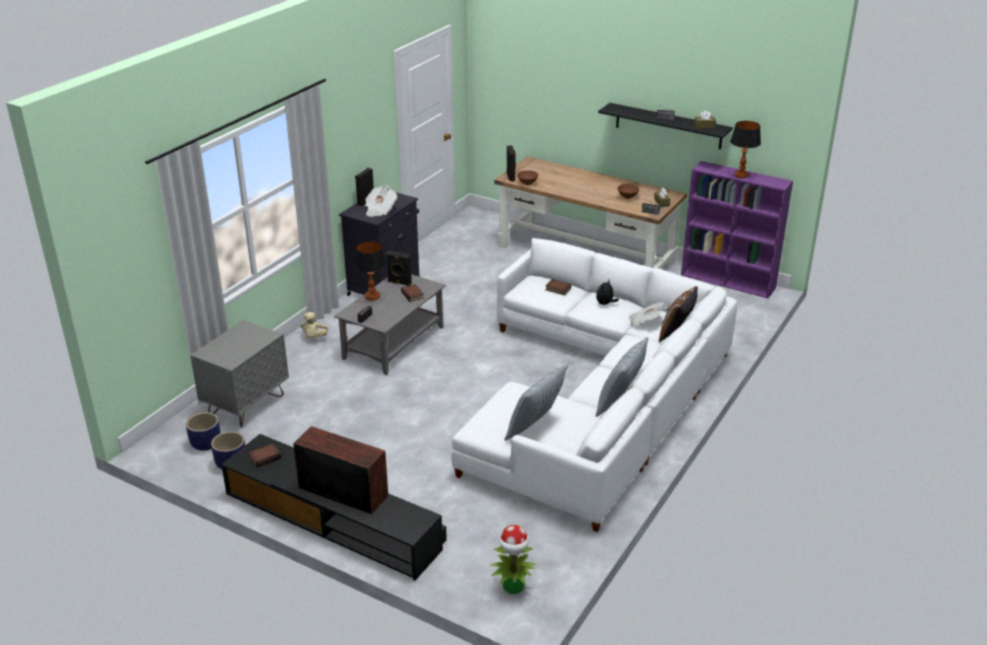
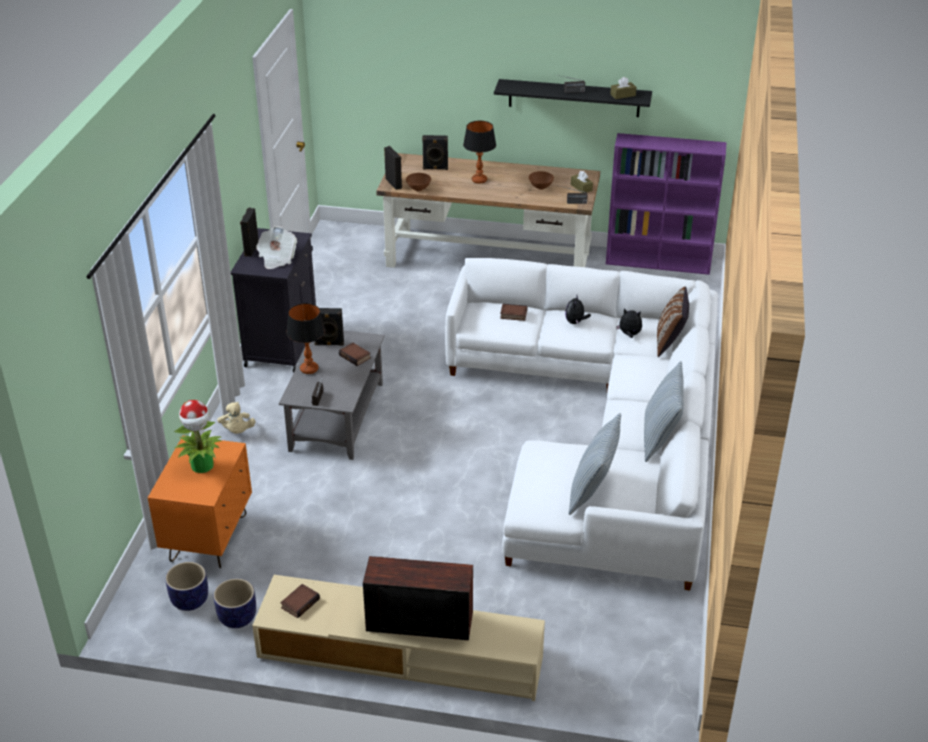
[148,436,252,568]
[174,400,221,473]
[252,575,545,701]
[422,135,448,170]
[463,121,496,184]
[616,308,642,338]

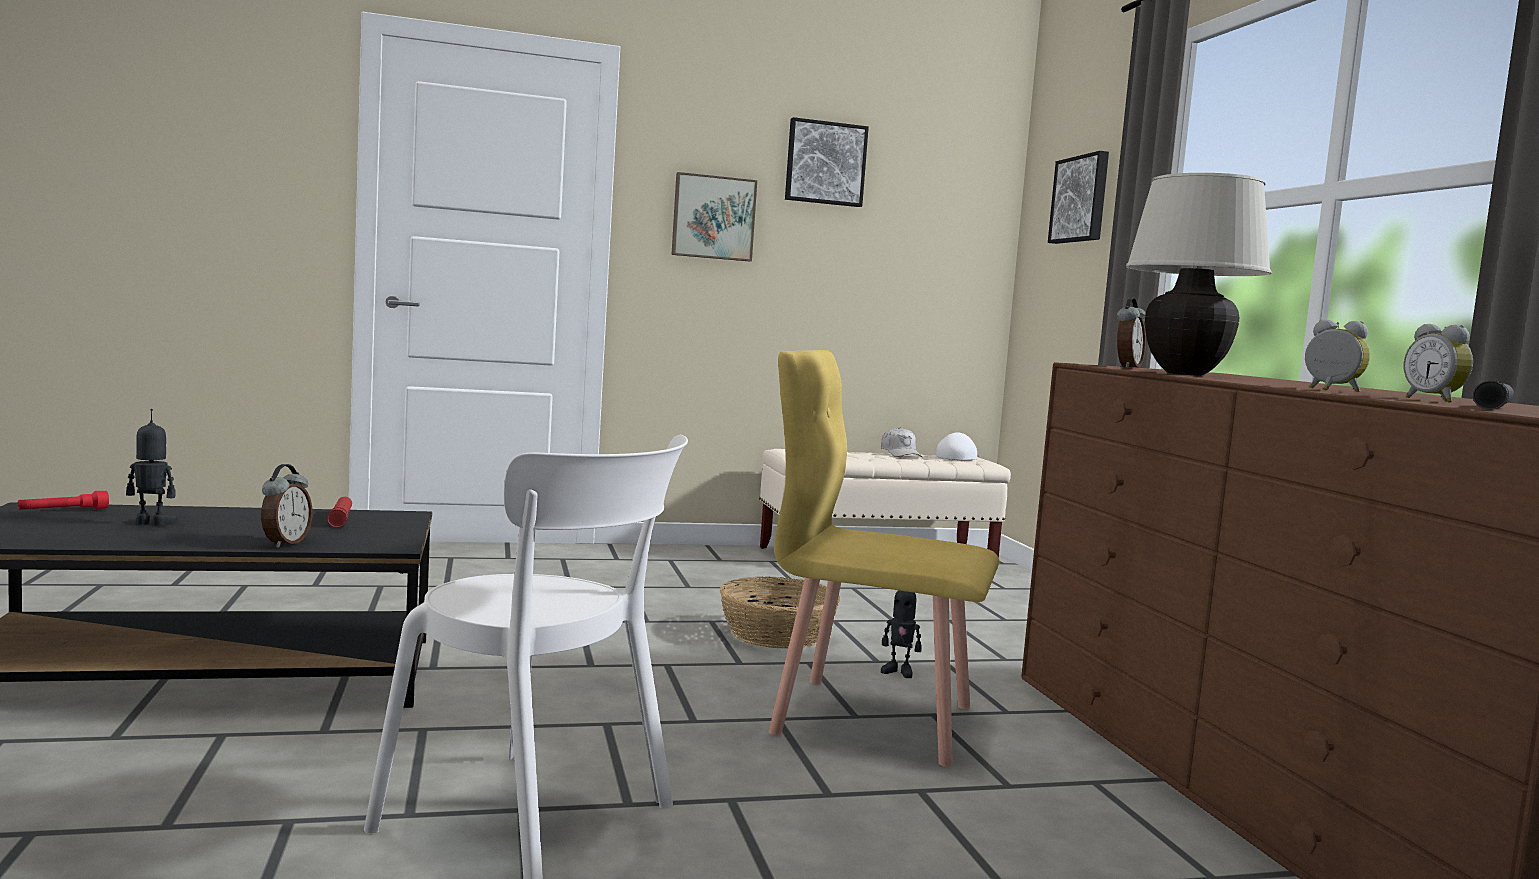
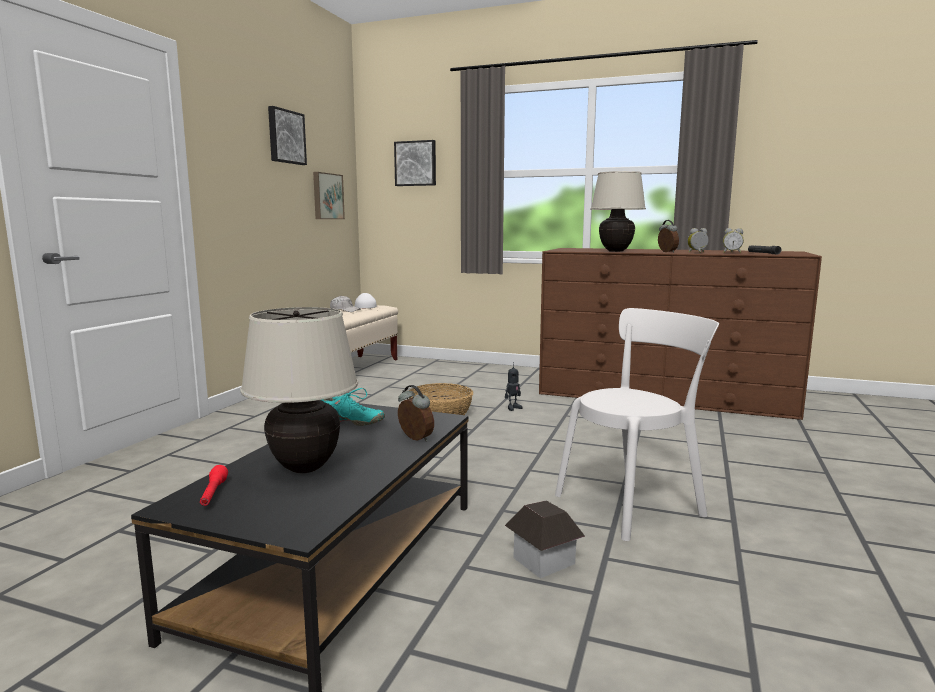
[240,307,358,473]
[313,172,345,219]
[321,388,385,426]
[505,501,585,578]
[658,220,679,253]
[769,350,999,767] (first image)

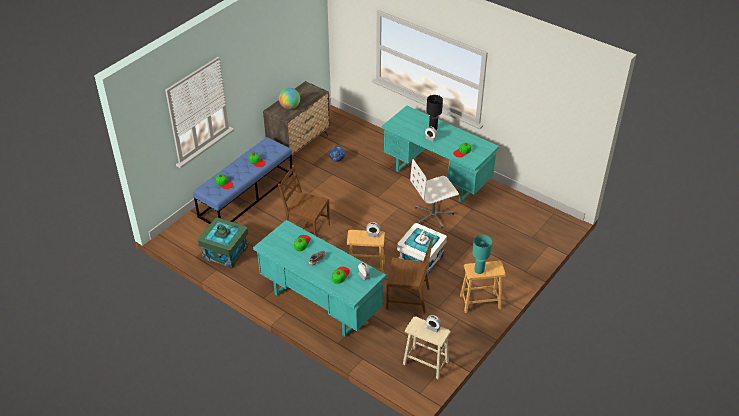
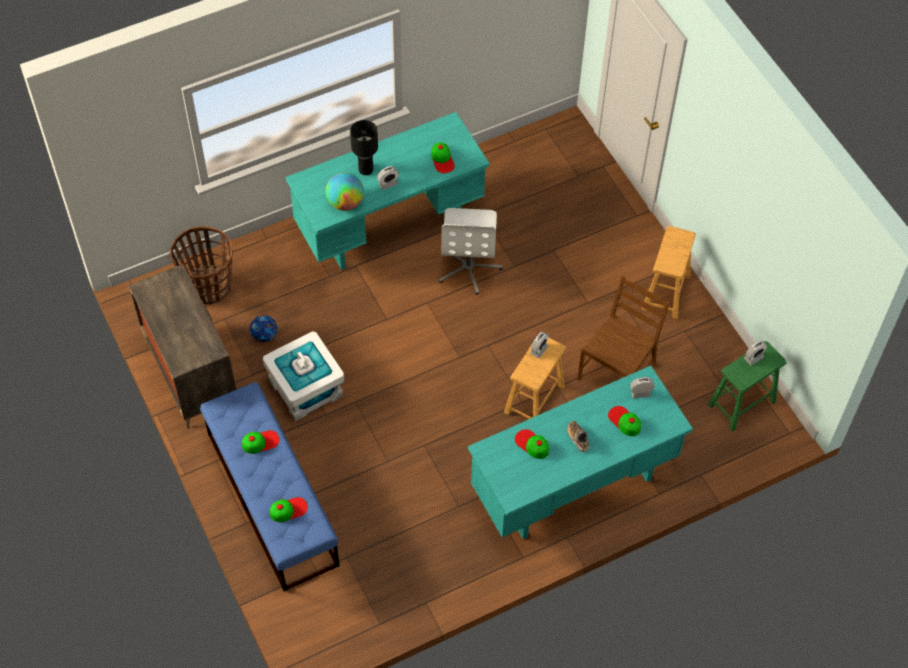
[170,226,233,305]
[263,331,344,421]
[326,172,364,211]
[708,341,787,431]
[198,217,248,268] (first image)
[278,165,330,236] (first image)
[472,235,492,274] (first image)

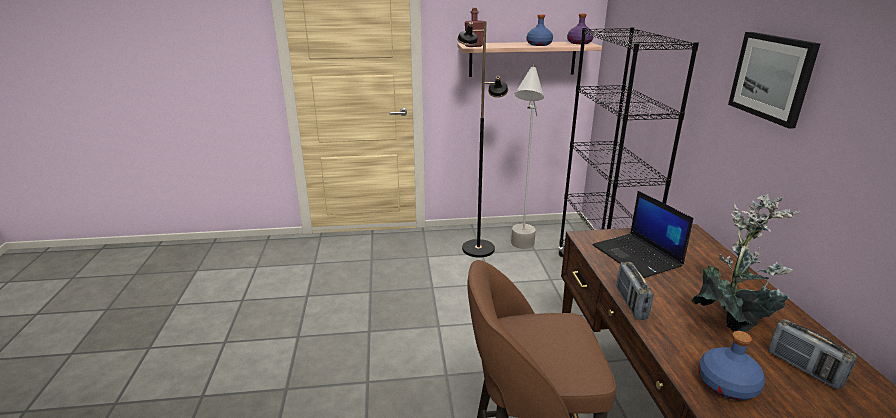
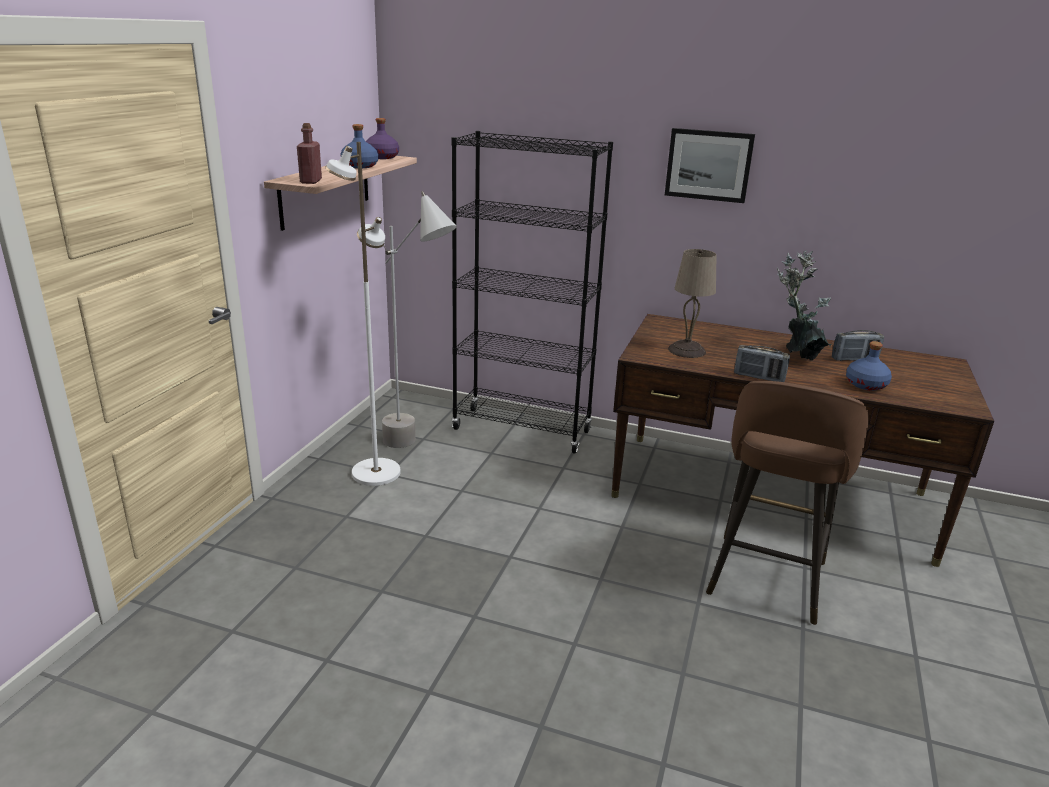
[325,142,401,486]
[668,249,716,358]

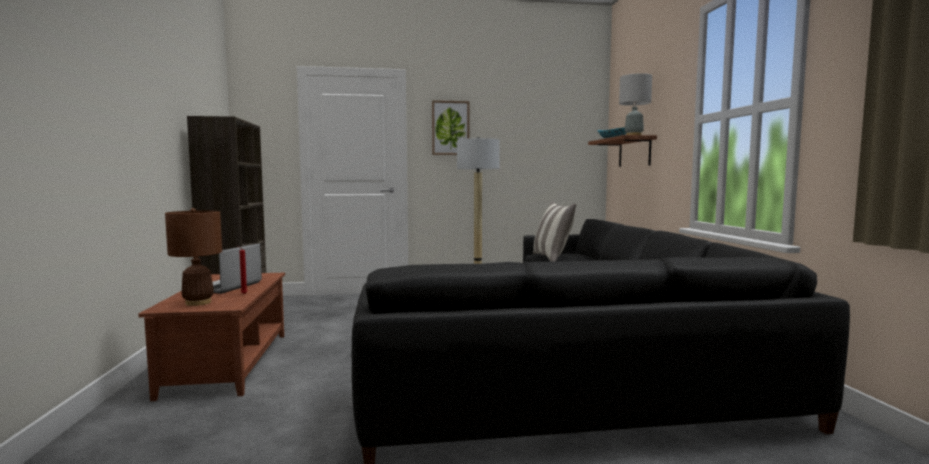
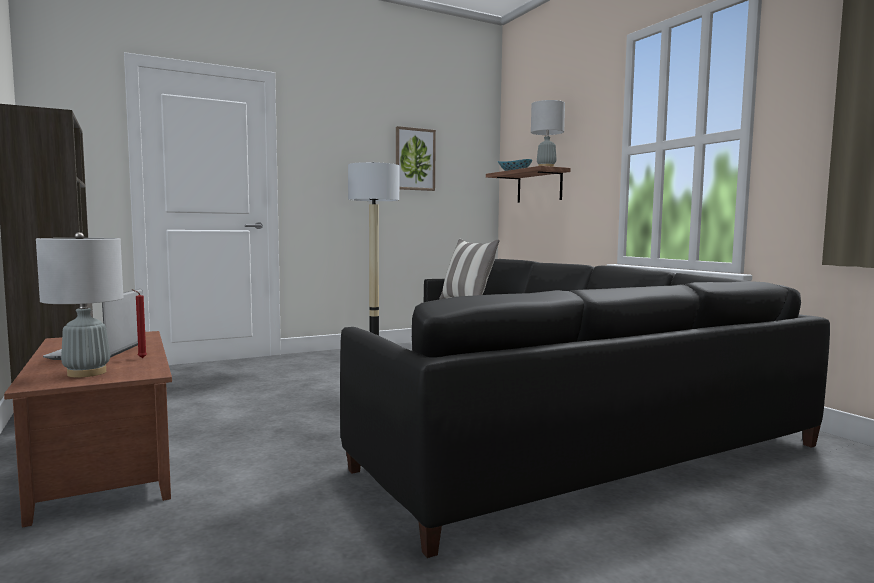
[36,232,123,377]
[396,126,436,191]

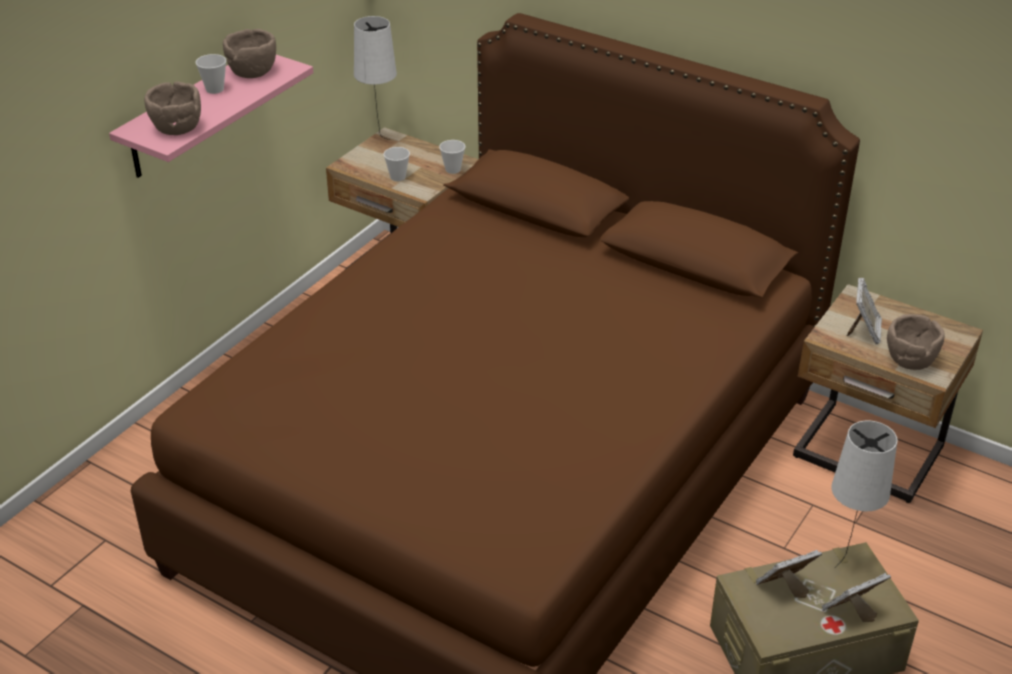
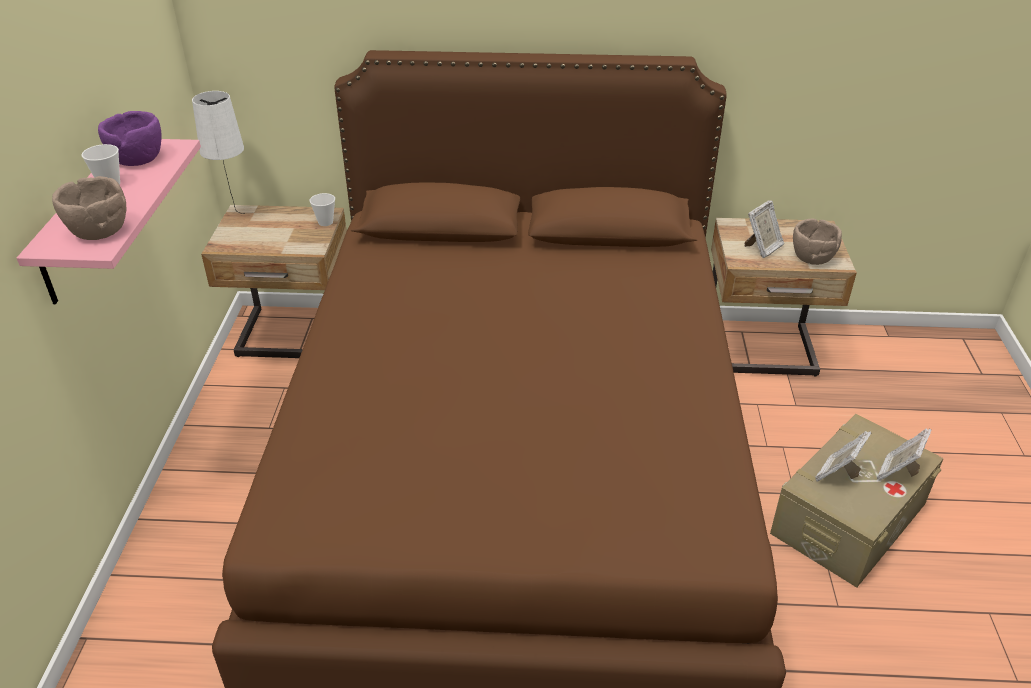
[98,111,162,166]
[745,200,784,258]
[383,147,410,181] (first image)
[832,421,897,568] (first image)

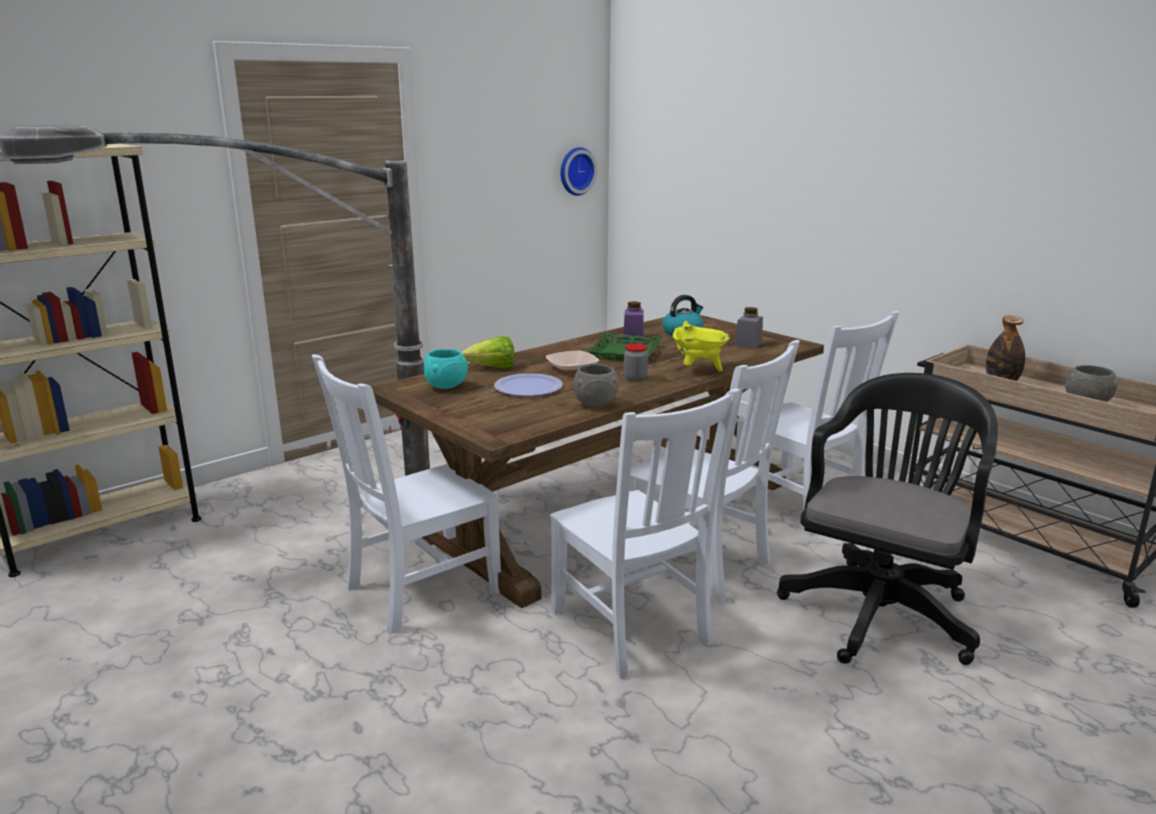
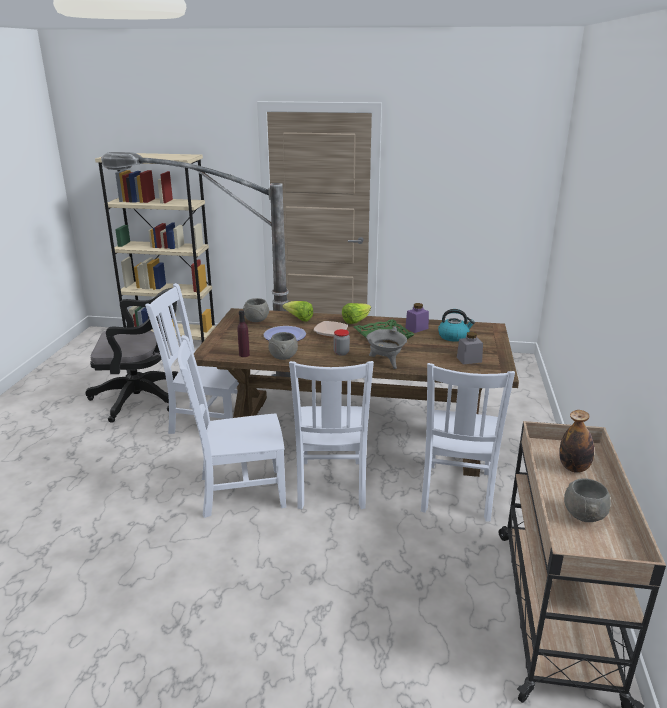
[86,288,178,423]
[178,335,286,518]
[237,310,250,357]
[243,298,269,322]
[342,303,371,324]
[366,326,407,369]
[560,147,597,196] (first image)

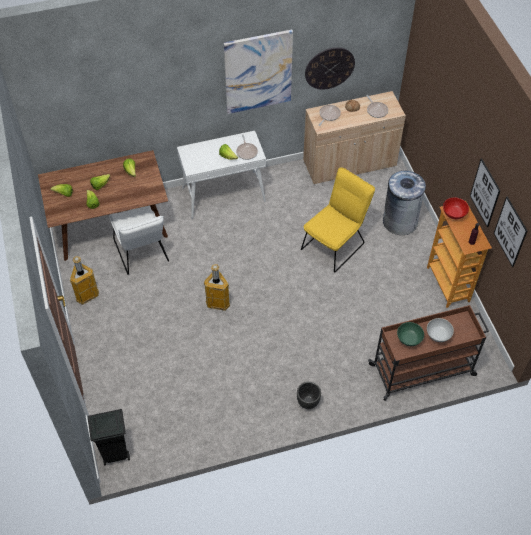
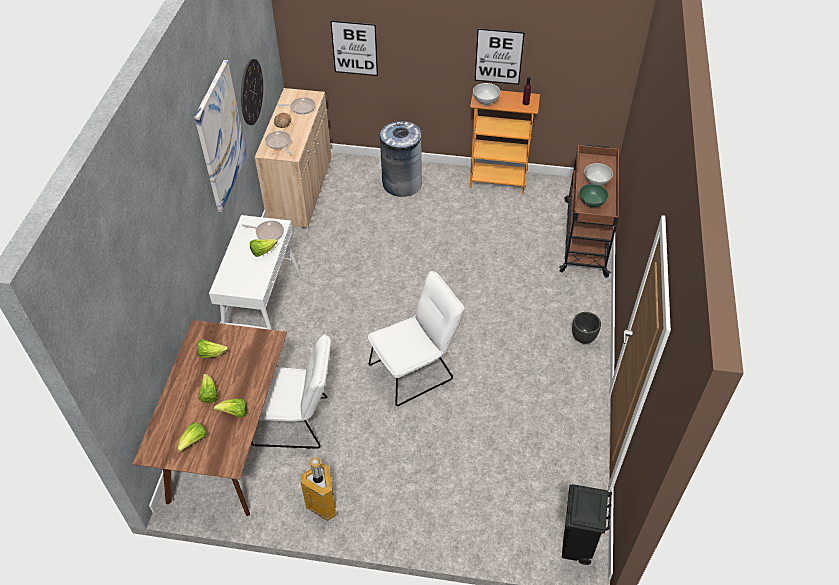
[330,20,378,76]
[368,271,465,406]
[473,83,500,105]
[301,167,375,273] (first image)

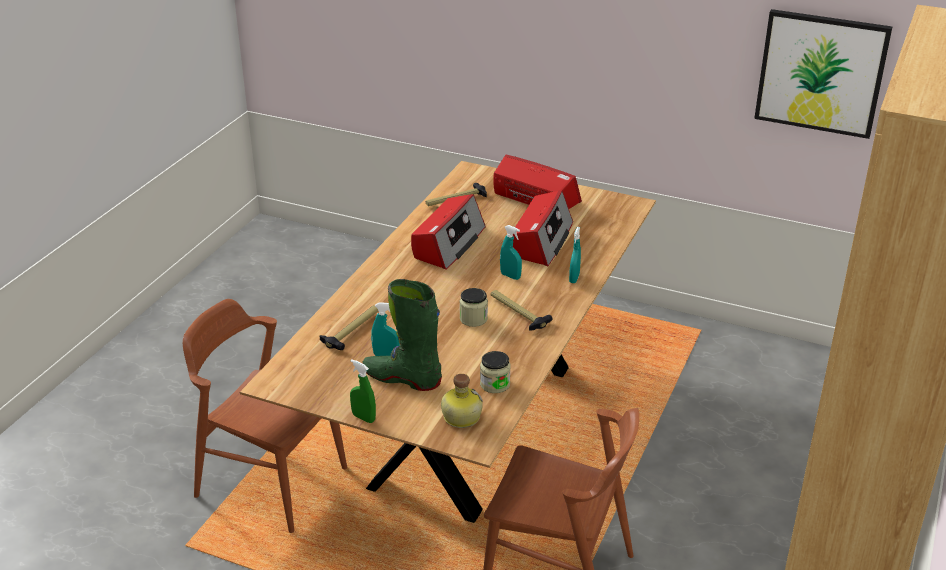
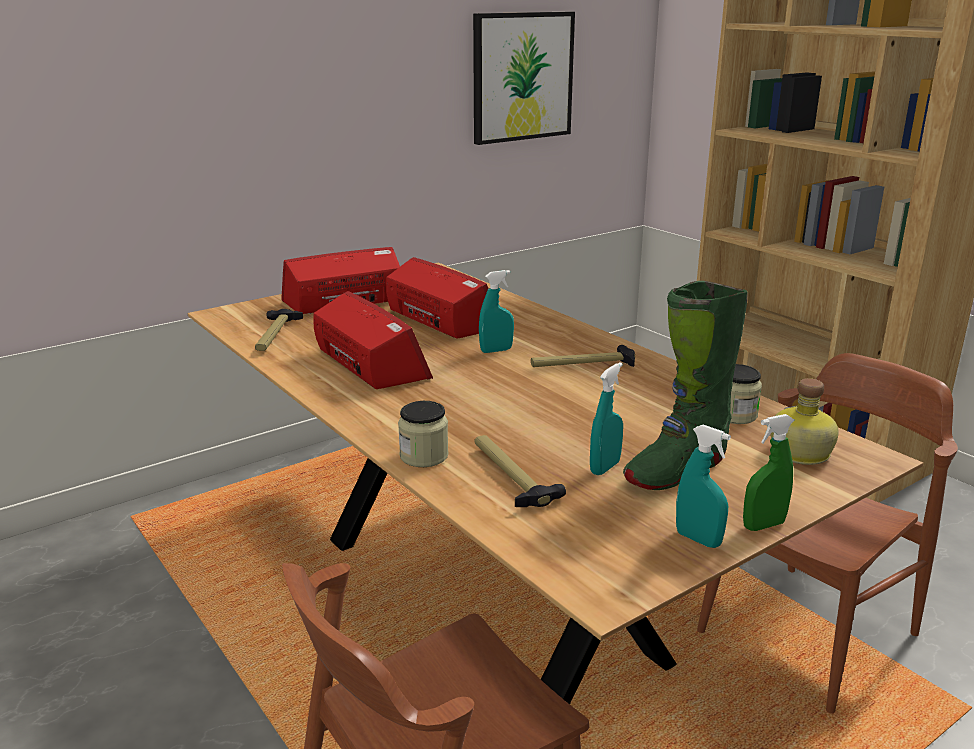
[398,401,449,467]
[676,424,731,548]

